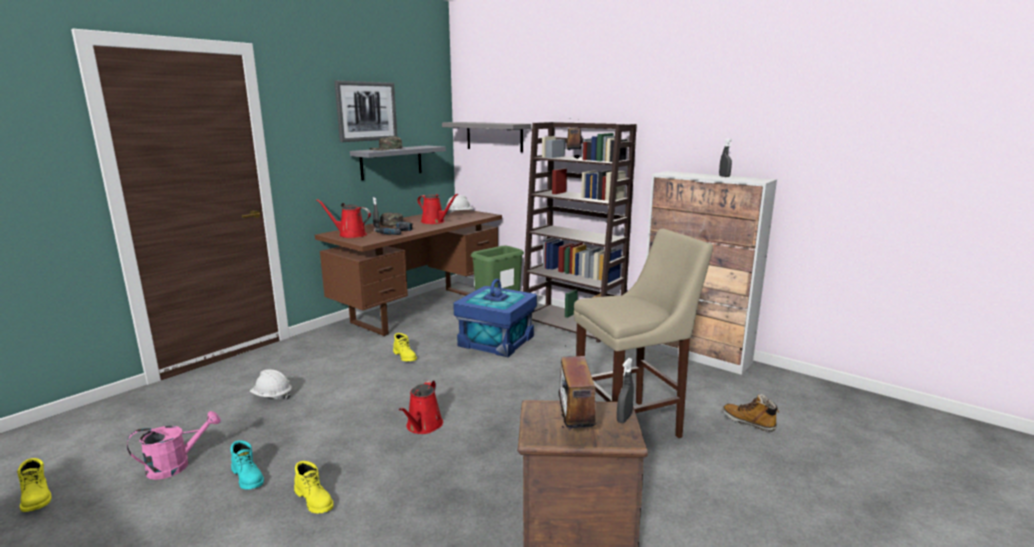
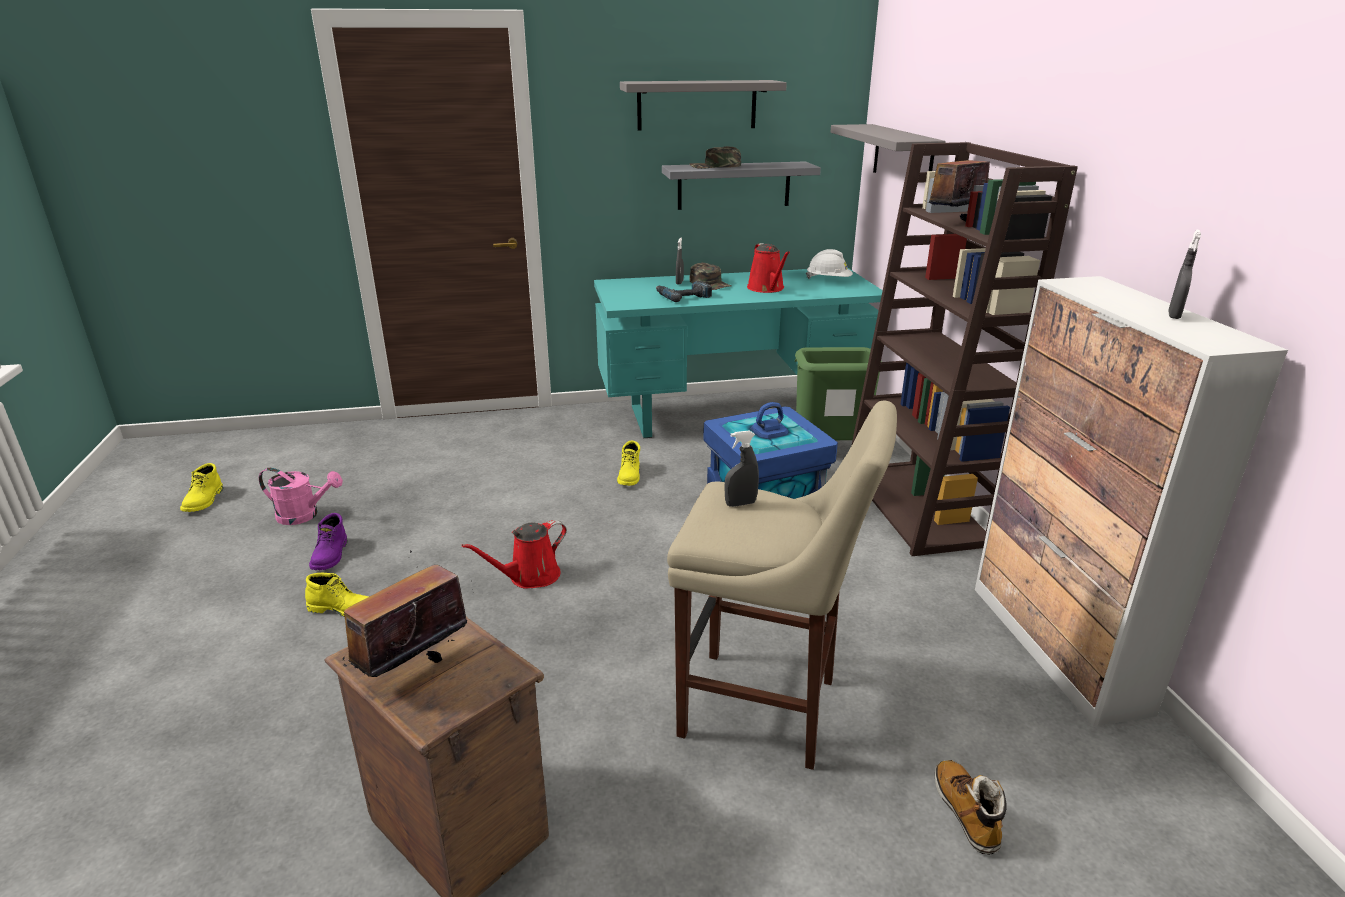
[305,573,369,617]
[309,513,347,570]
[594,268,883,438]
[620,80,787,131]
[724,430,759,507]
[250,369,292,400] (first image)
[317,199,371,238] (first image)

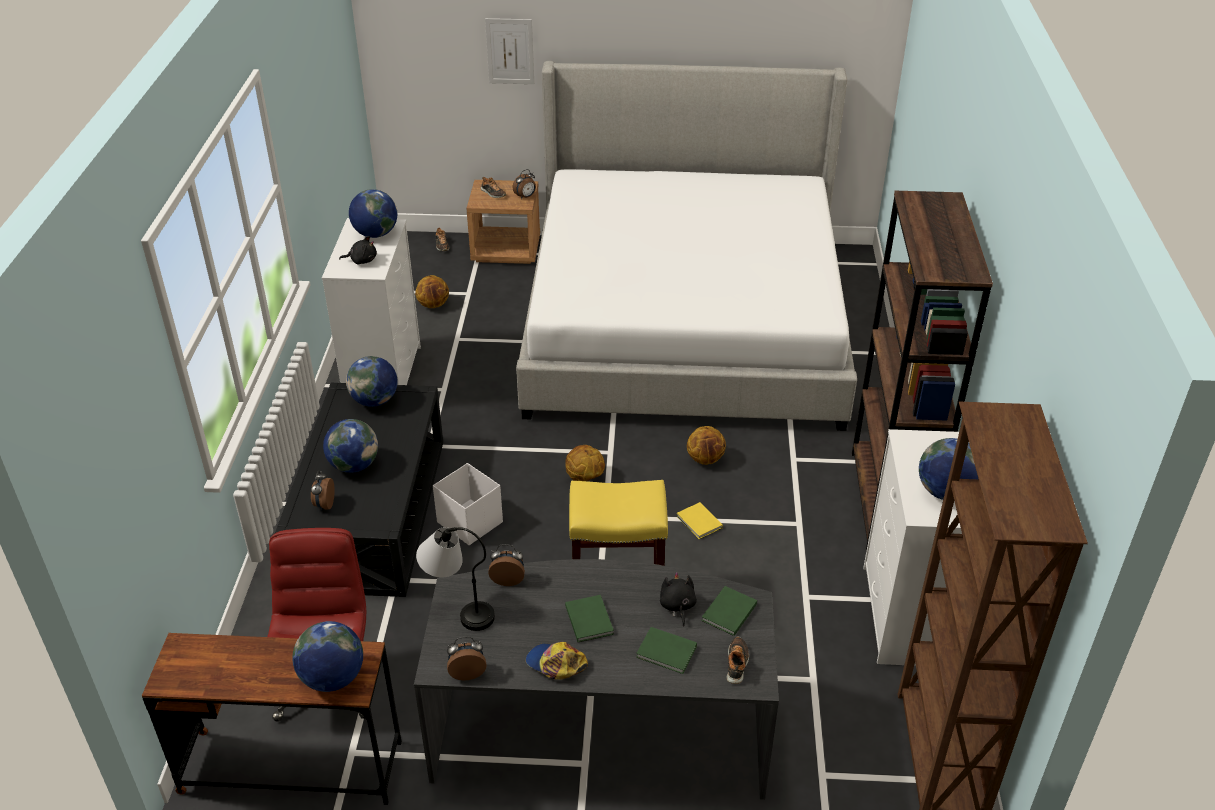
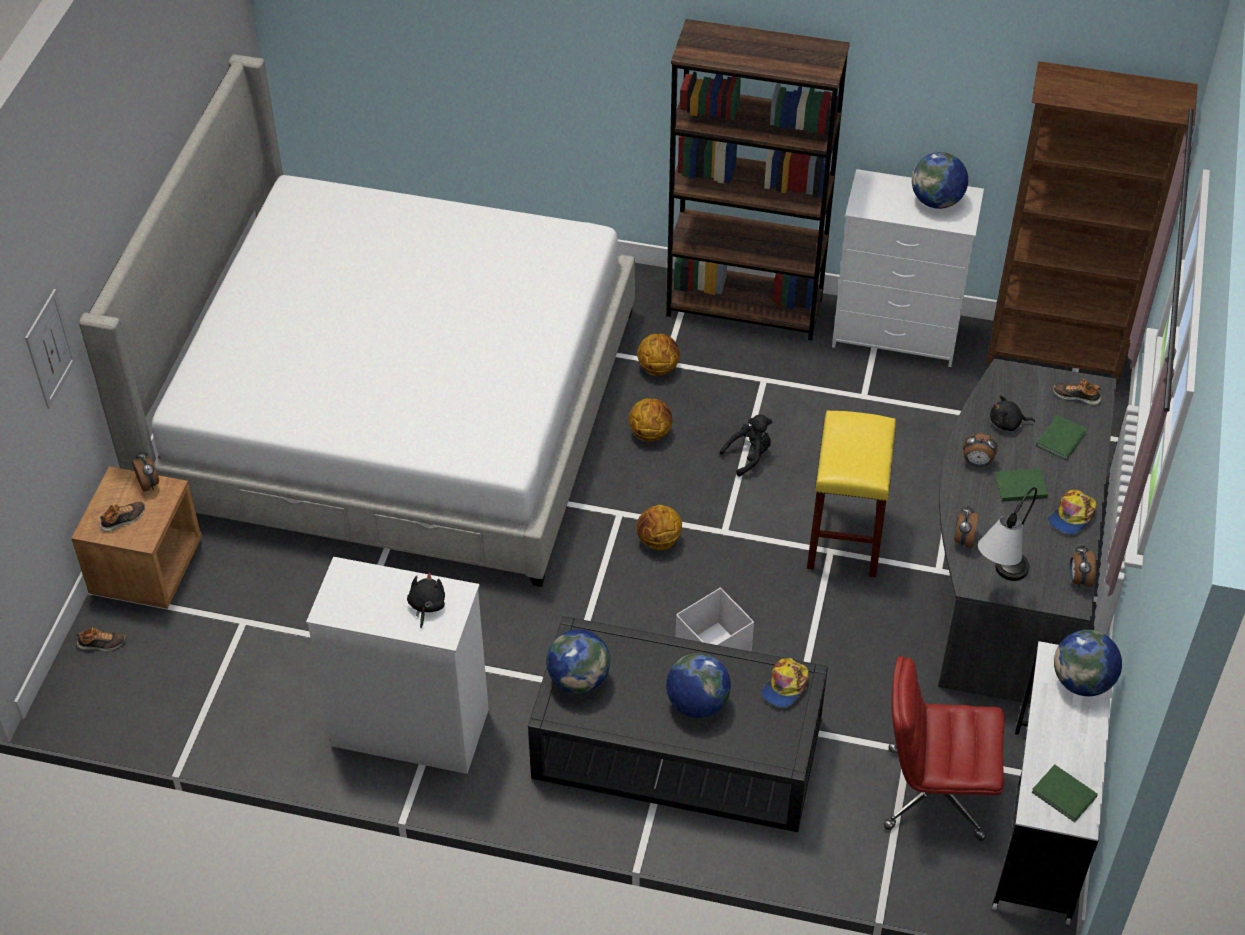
[637,334,680,375]
[720,415,772,477]
[761,658,809,708]
[963,433,998,467]
[992,641,1113,925]
[1032,764,1098,822]
[349,189,397,238] (first image)

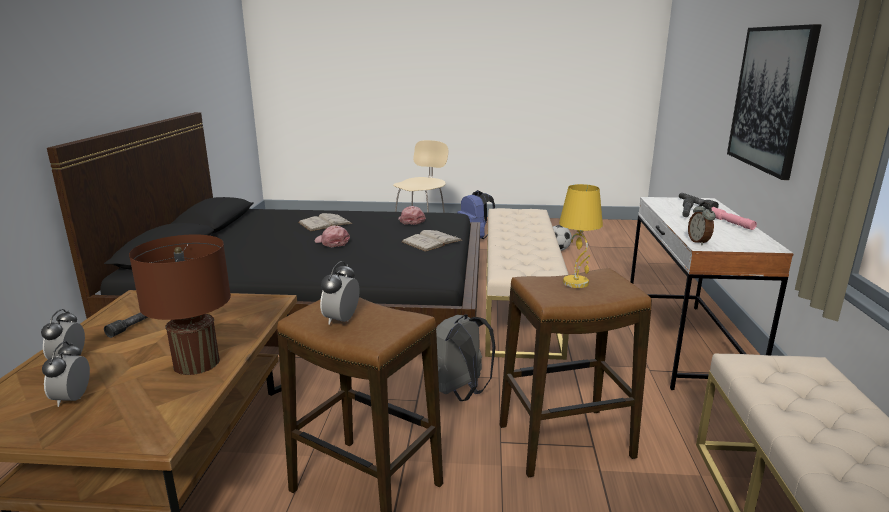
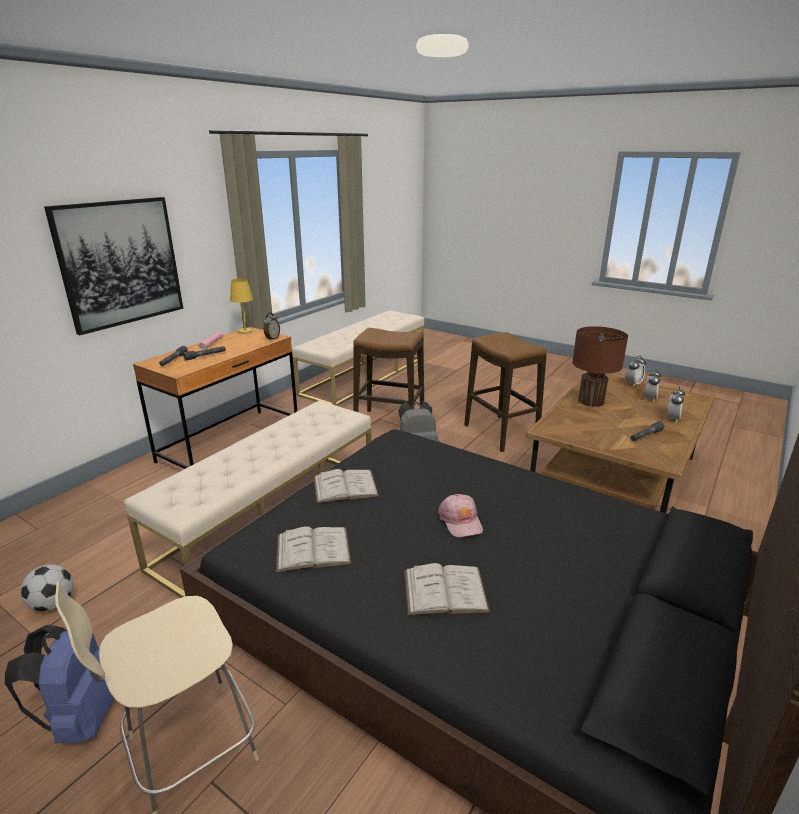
[133,327,297,469]
[230,279,253,334]
[276,526,351,572]
[625,355,646,387]

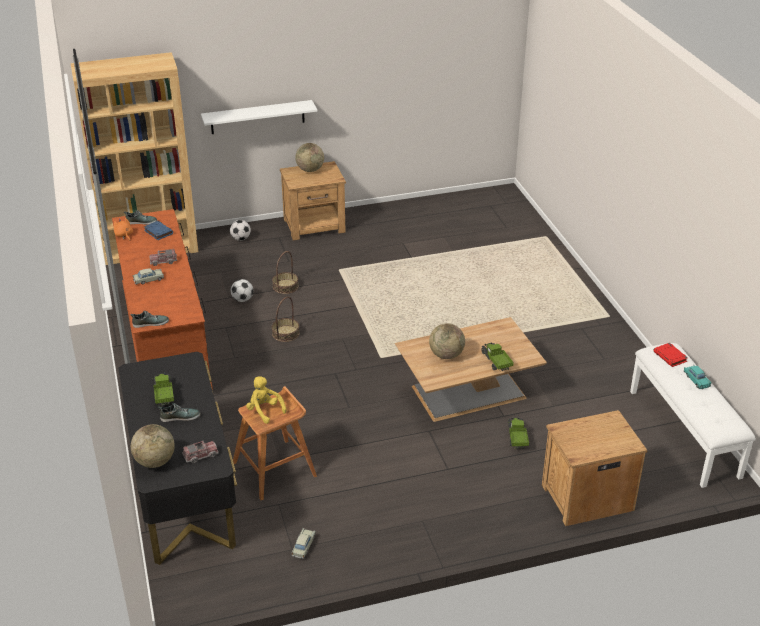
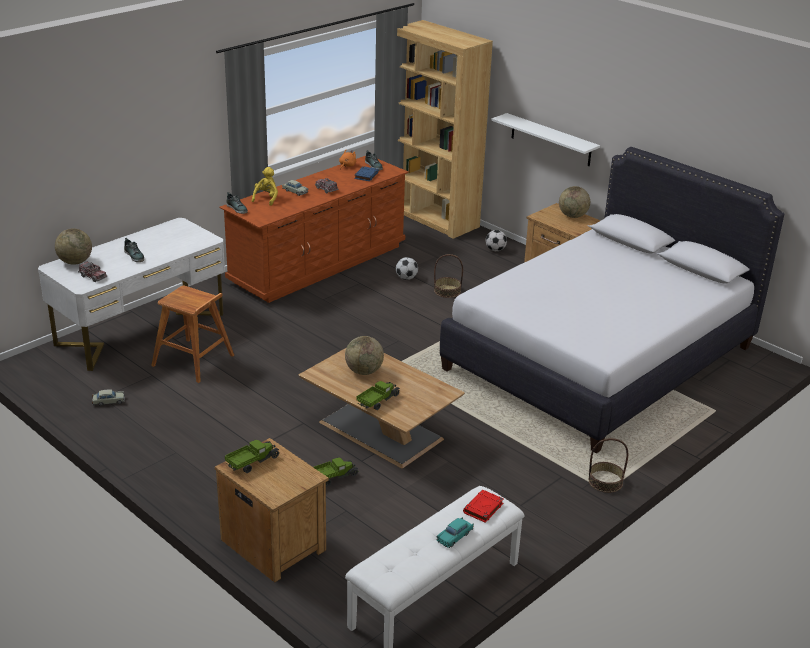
[38,218,225,371]
[225,440,280,473]
[252,167,278,206]
[440,147,785,453]
[589,438,628,493]

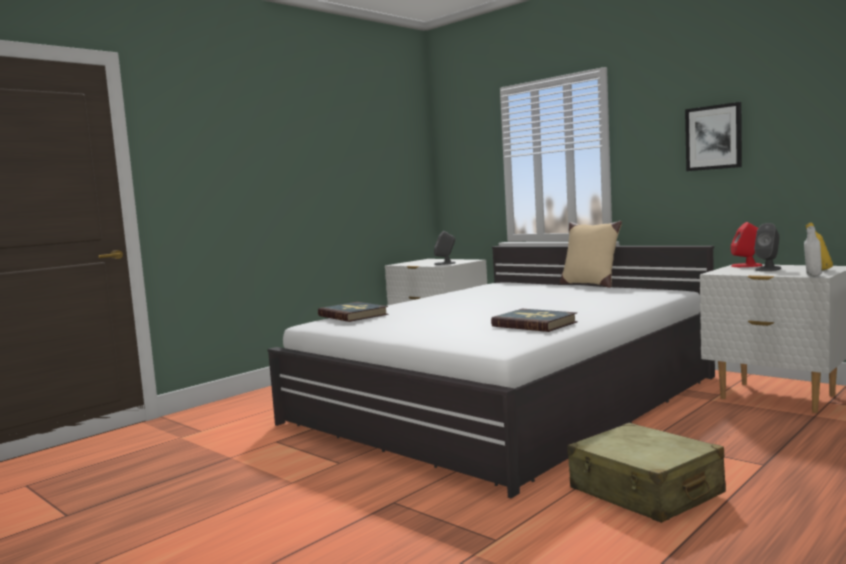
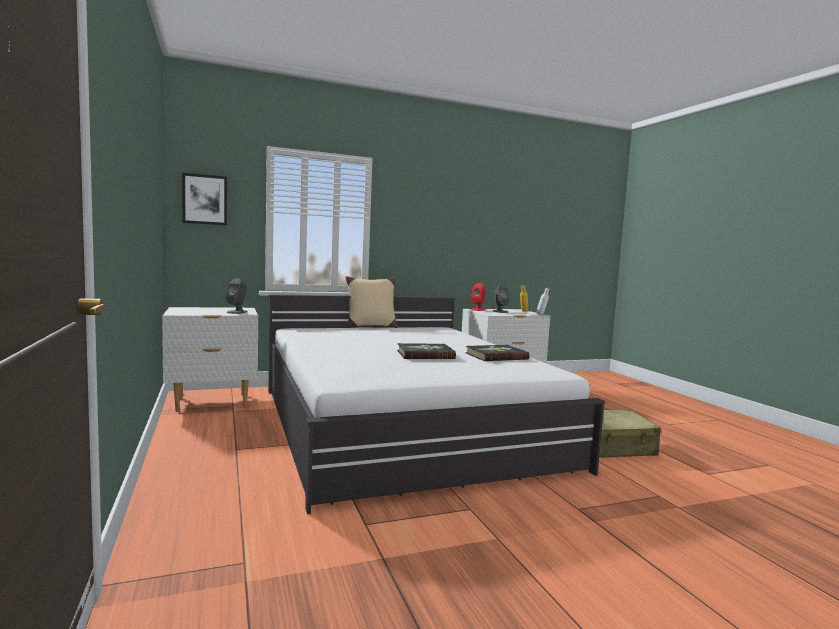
[182,173,227,225]
[397,343,456,359]

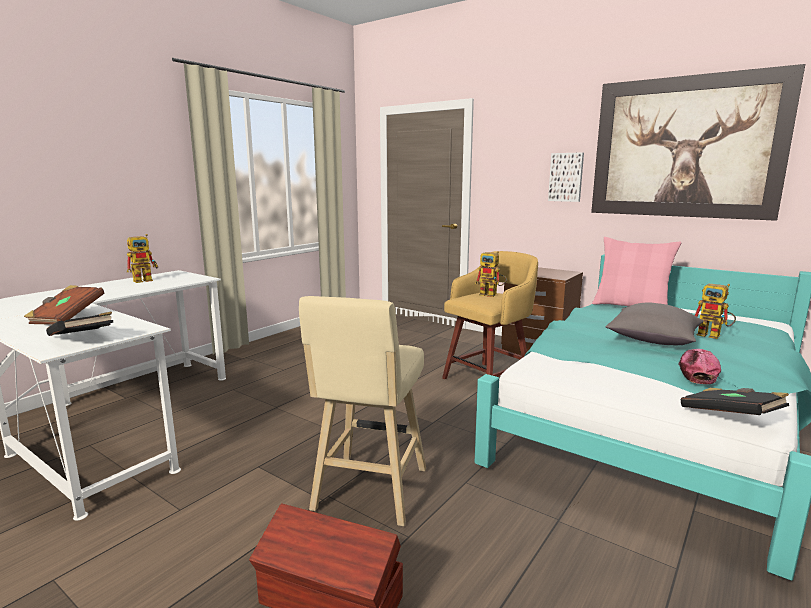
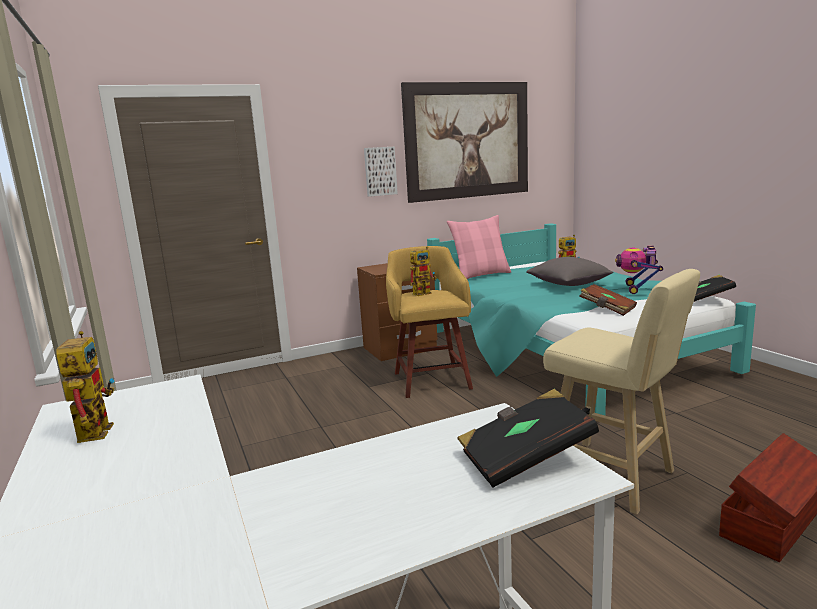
[579,284,637,316]
[615,245,663,294]

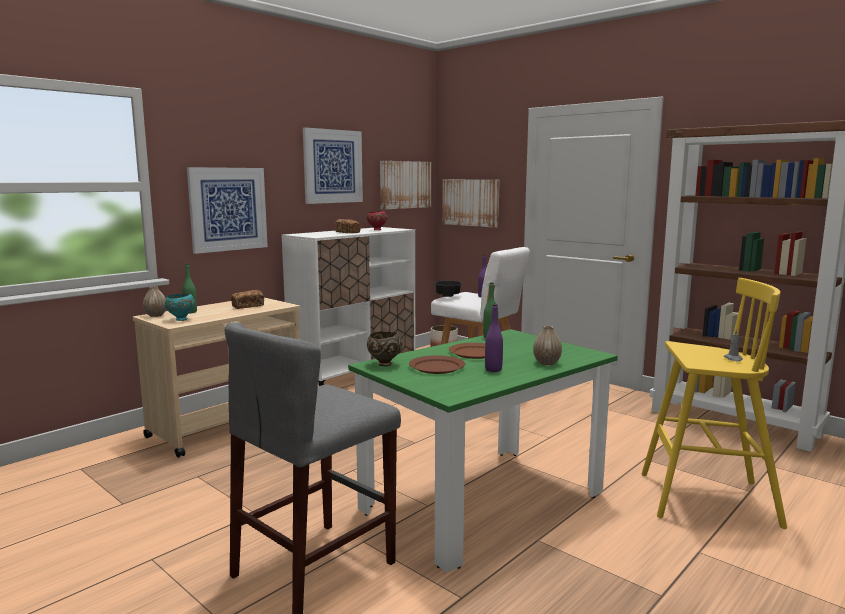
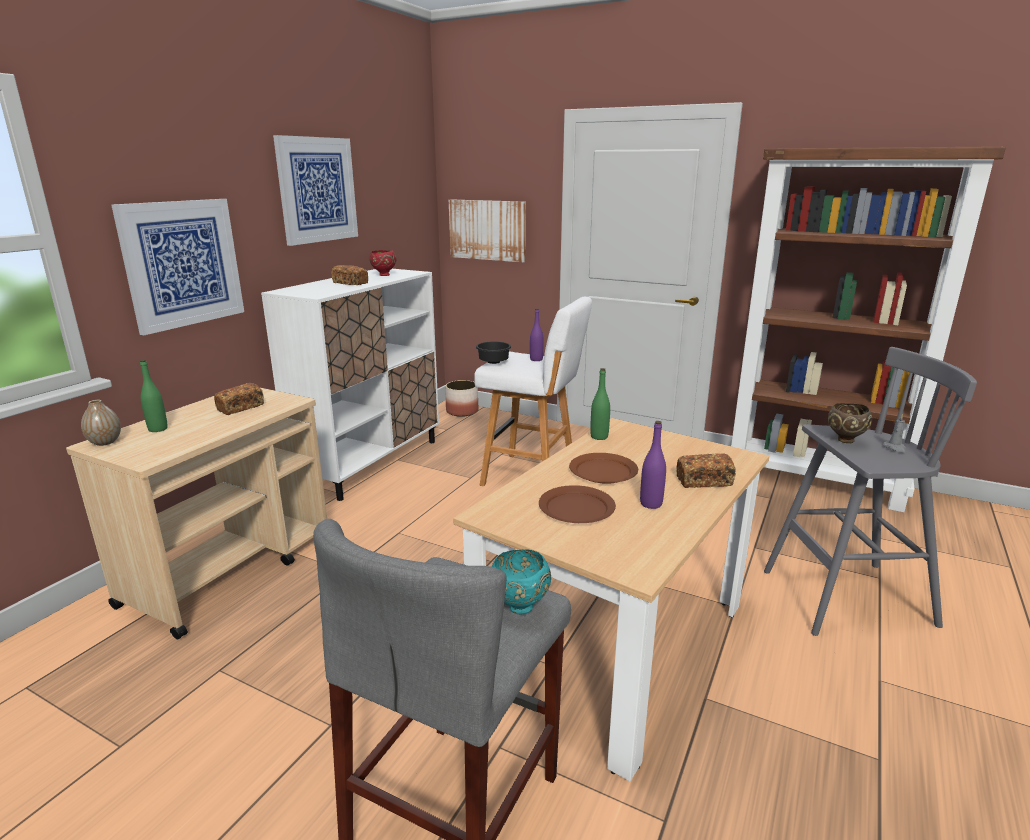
[453,418,770,782]
[491,549,551,615]
[676,453,736,488]
[764,347,977,636]
[828,403,872,443]
[380,161,431,210] (first image)

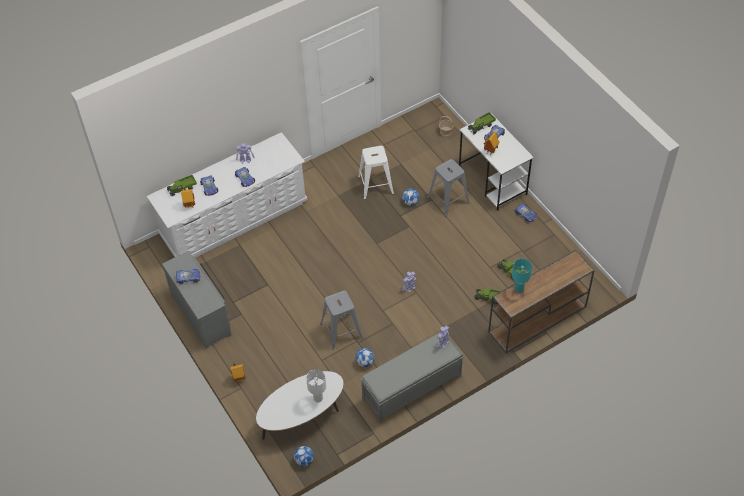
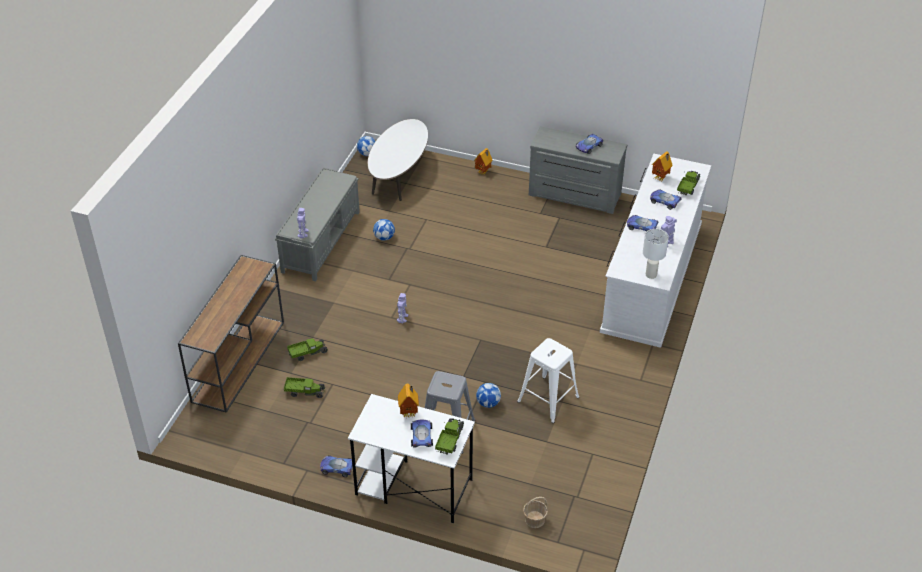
[643,229,669,279]
[320,290,364,350] (first image)
[512,258,532,293] (first image)

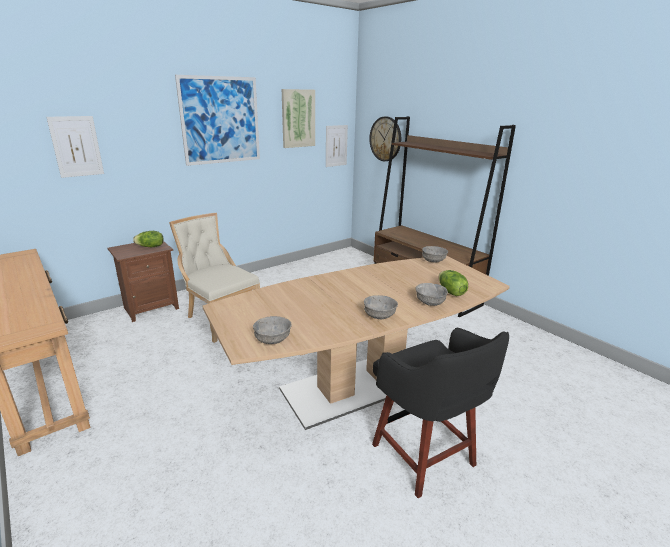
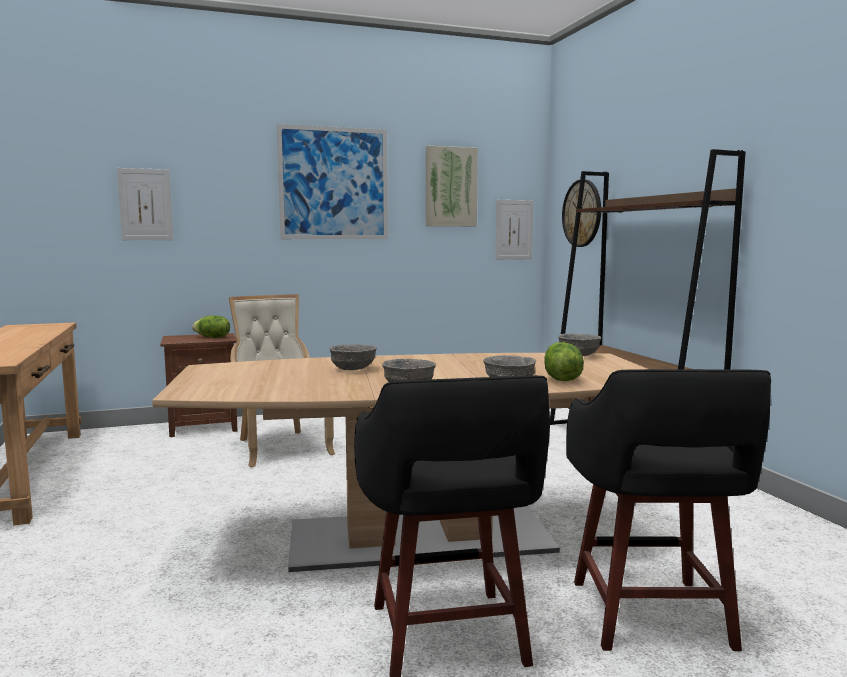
[330,345,377,370]
[566,369,771,651]

